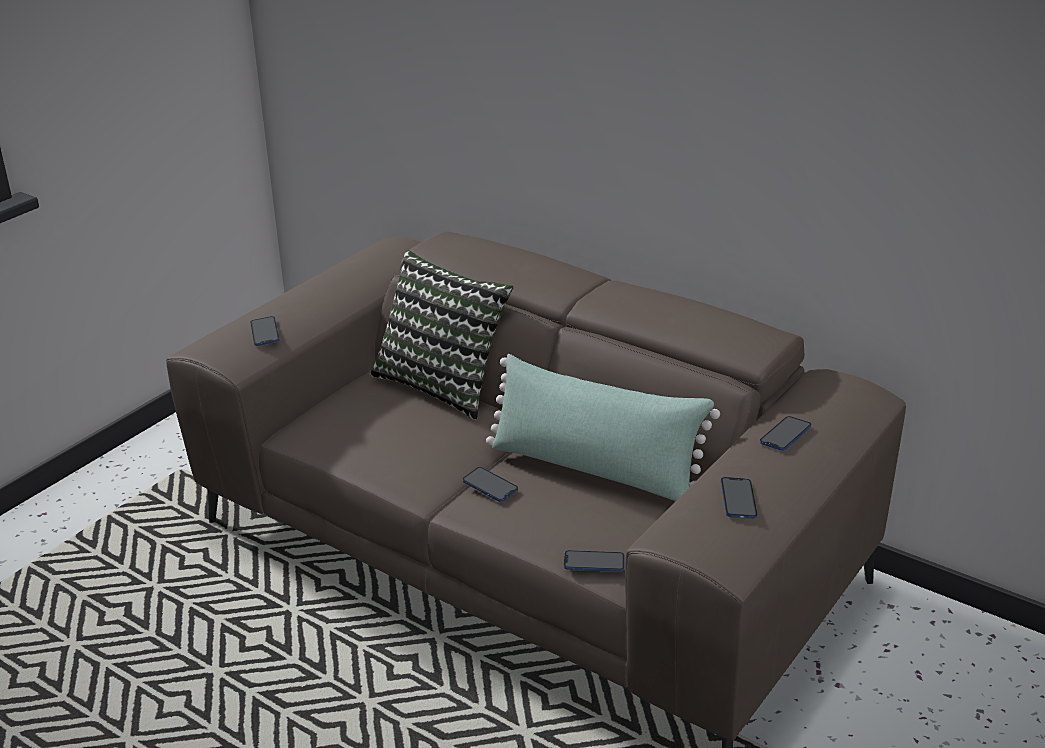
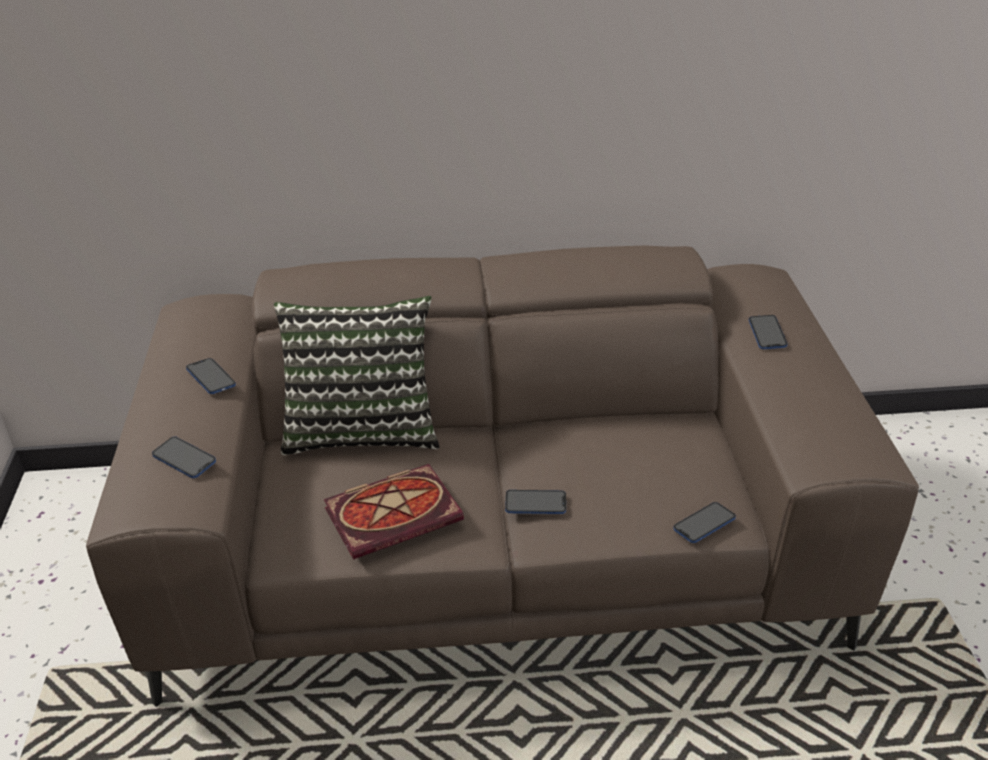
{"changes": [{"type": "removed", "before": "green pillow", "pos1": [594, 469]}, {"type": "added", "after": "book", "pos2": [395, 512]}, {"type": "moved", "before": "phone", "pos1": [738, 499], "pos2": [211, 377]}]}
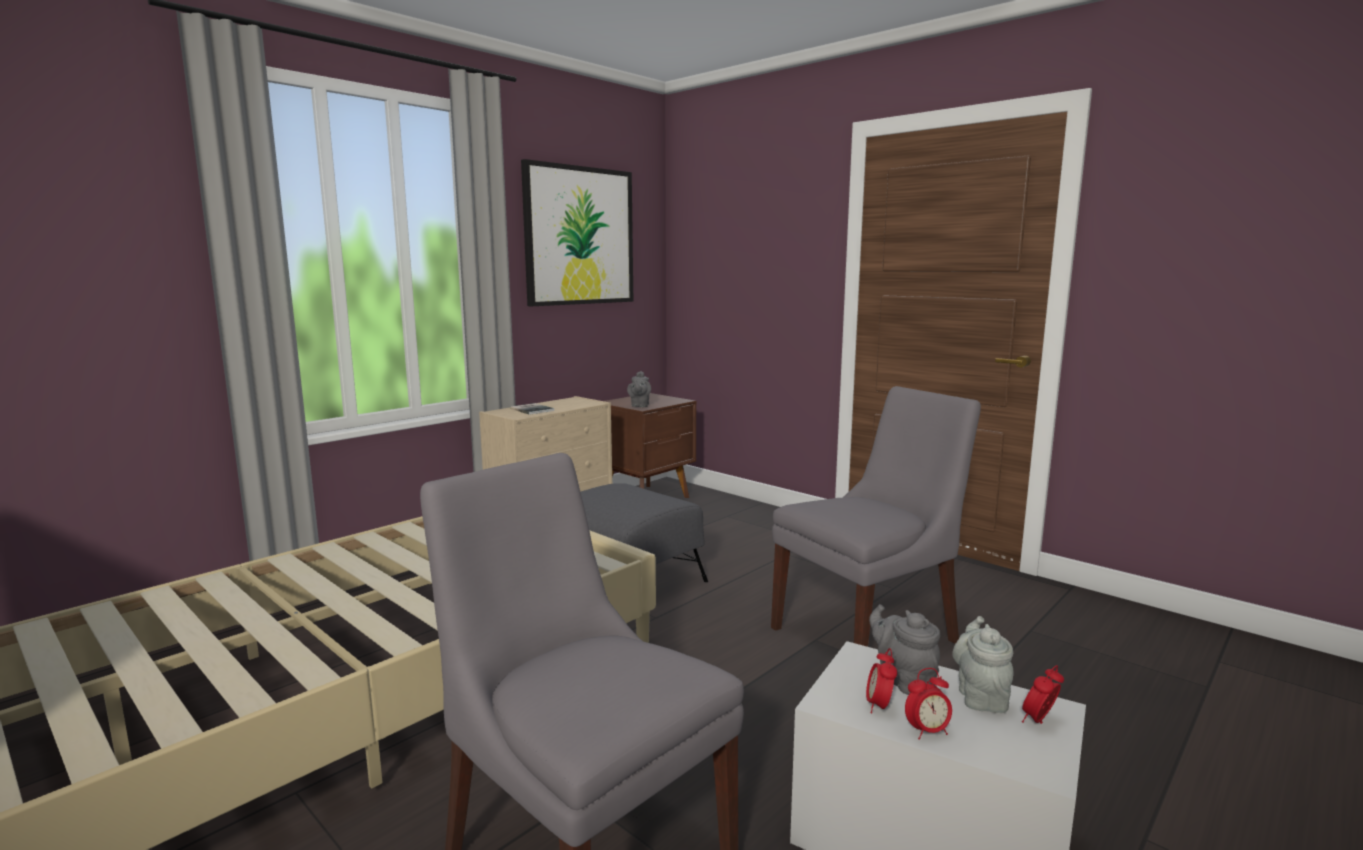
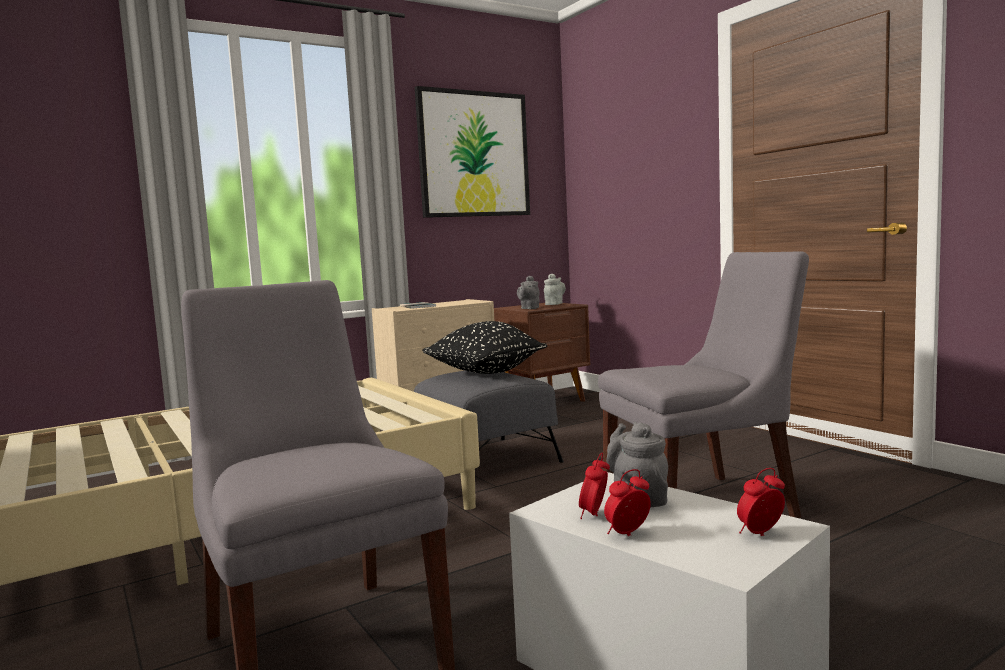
{"changes": [{"type": "added", "after": "black pillow", "pos2": [485, 373]}, {"type": "moved", "before": "grey teapot", "pos1": [981, 696], "pos2": [554, 304]}, {"type": "turned", "before": "alarm clock", "pos1": [927, 731], "pos2": [627, 534], "turn": 150}]}
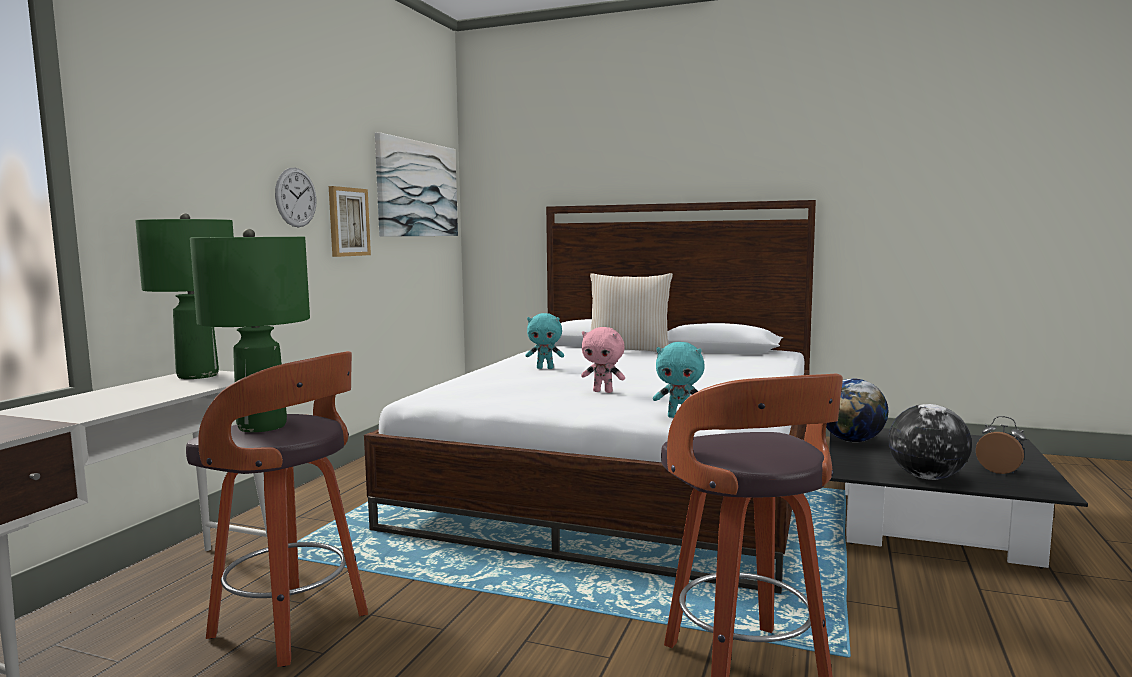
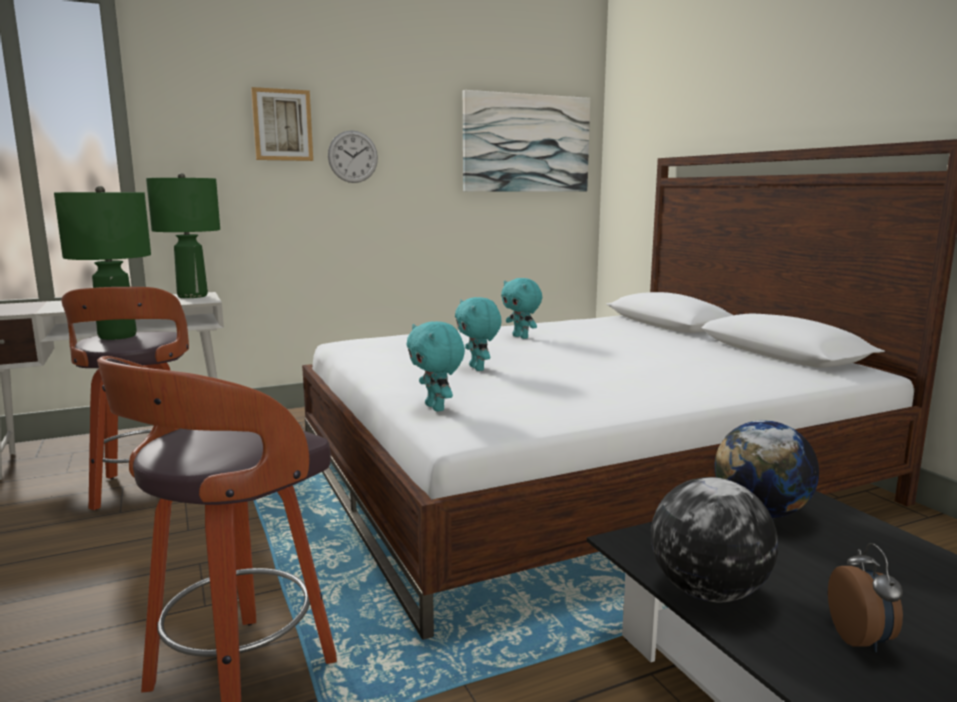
{"changes": [{"type": "removed", "before": "beige pillow", "pos1": [629, 350]}, {"type": "moved", "before": "picture", "pos1": [348, 222], "pos2": [282, 125]}, {"type": "recoloured", "before": "pink plush toy", "after": "turquoise plush toy", "pos1": [603, 391], "pos2": [478, 368]}]}
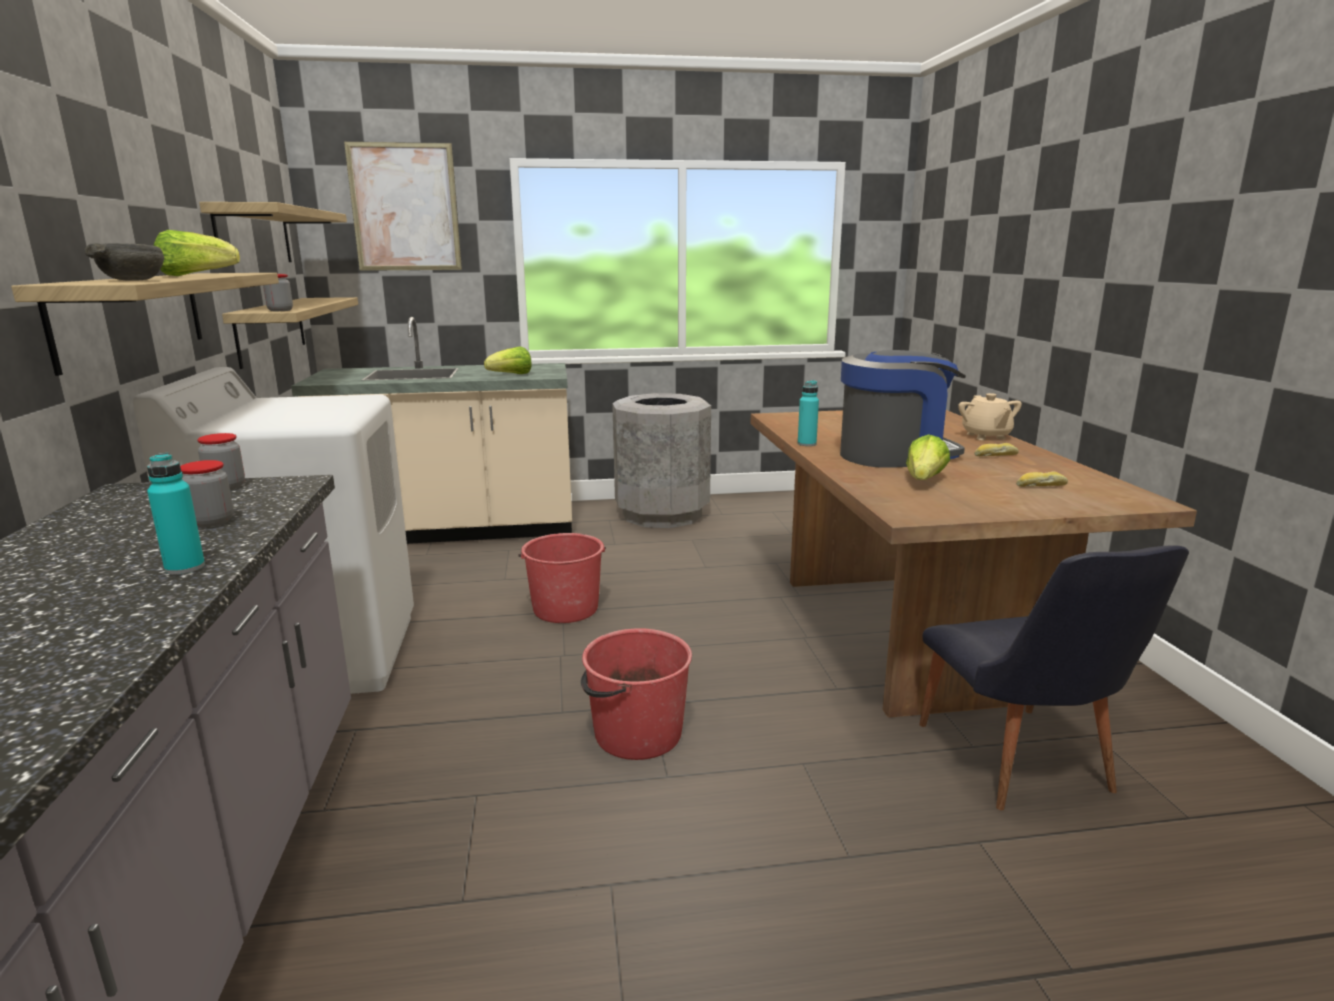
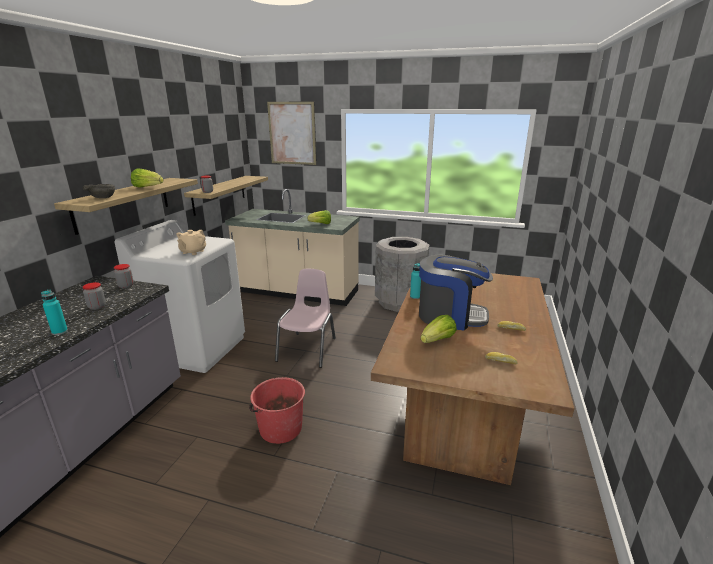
{"changes": [{"type": "removed", "before": "shelf", "pos1": [254, 236]}, {"type": "removed", "before": "black chair", "pos1": [1022, 768]}, {"type": "moved", "before": "beige teapot", "pos1": [986, 436], "pos2": [193, 252]}, {"type": "replaced", "before": "red bucket", "after": "pink chair", "pos1": [565, 609], "pos2": [308, 349]}]}
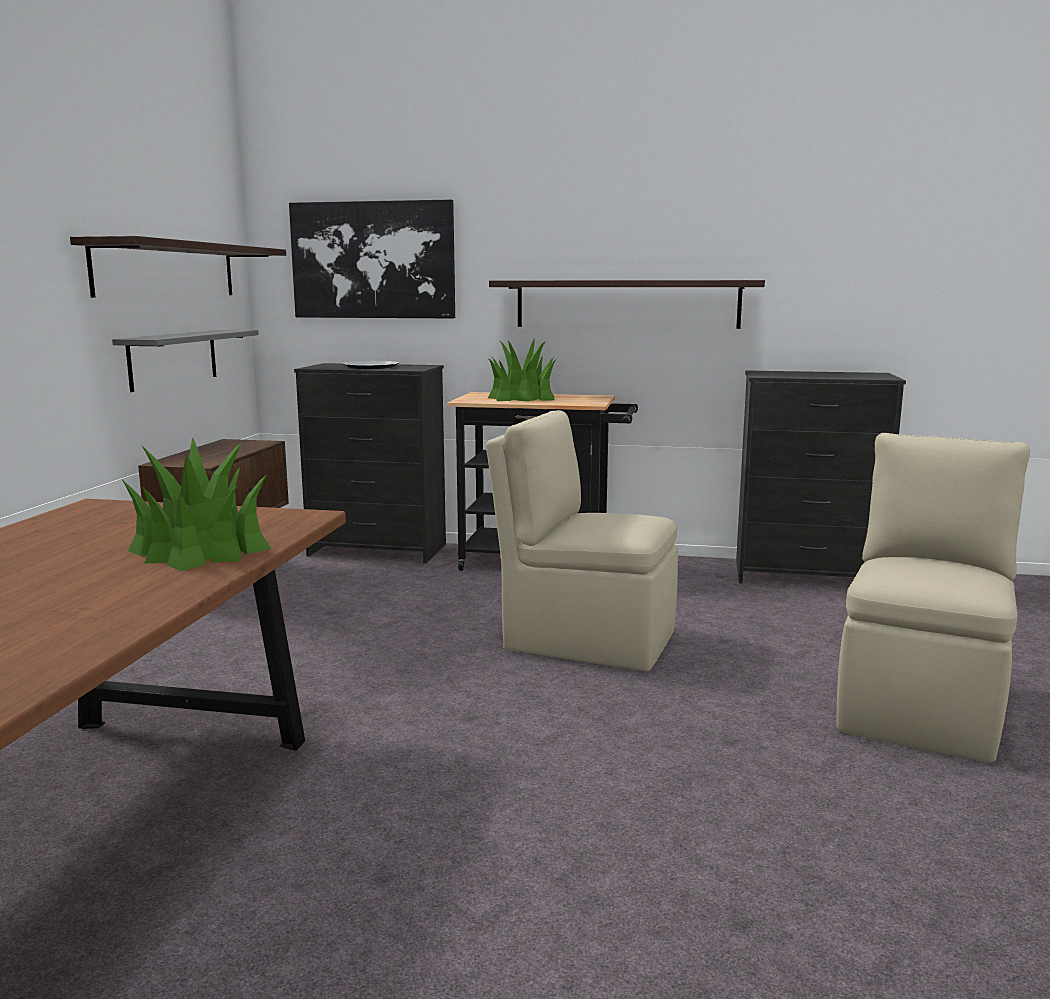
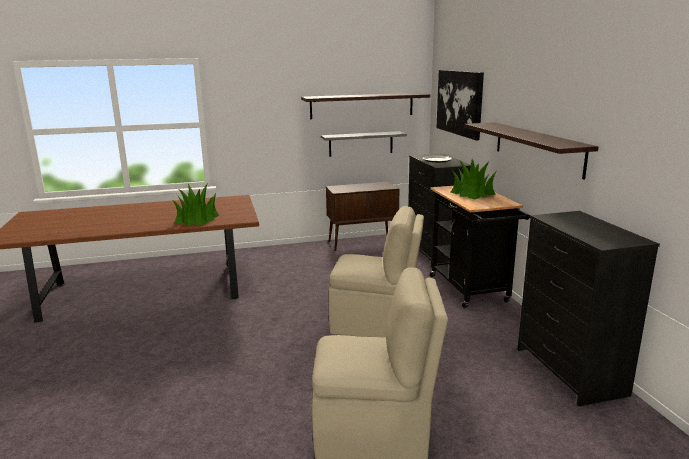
{"changes": [{"type": "turned", "before": "beige chair", "pos1": [586, 639], "pos2": [375, 323], "turn": 105}]}
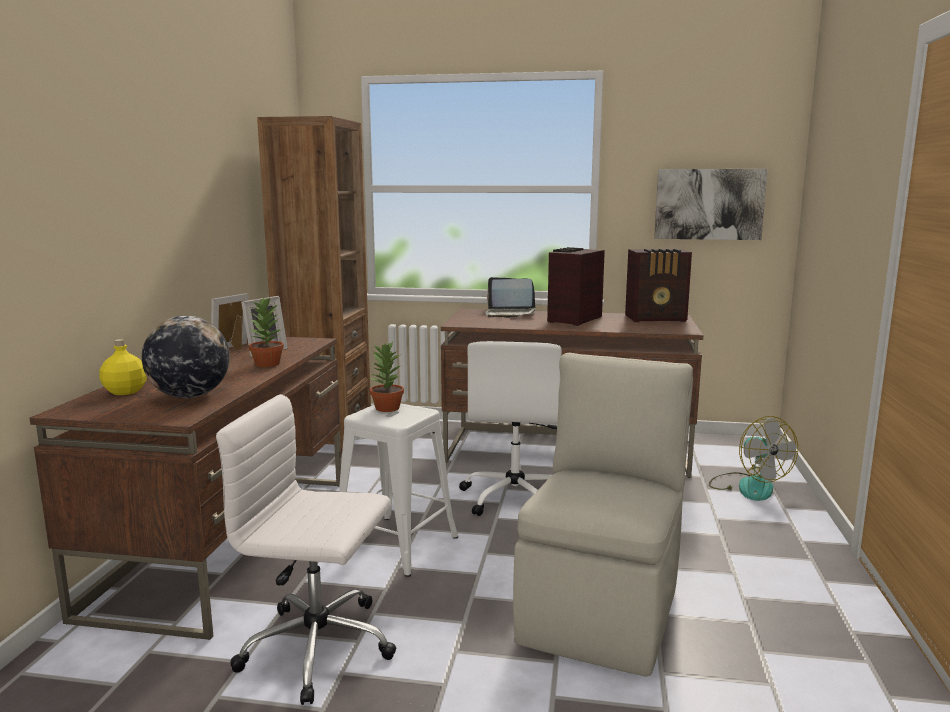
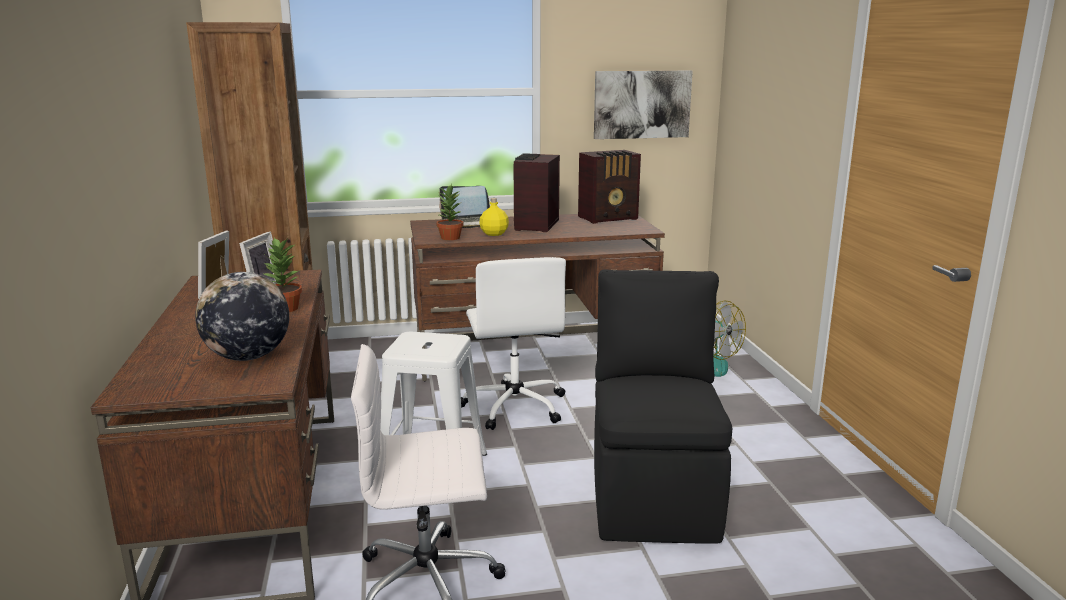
{"changes": [{"type": "moved", "before": "yellow bottle", "pos1": [125, 391], "pos2": [493, 234]}, {"type": "moved", "before": "potted plant", "pos1": [386, 408], "pos2": [450, 238]}, {"type": "recoloured", "before": "beige chair", "after": "black chair", "pos1": [602, 610], "pos2": [653, 496]}]}
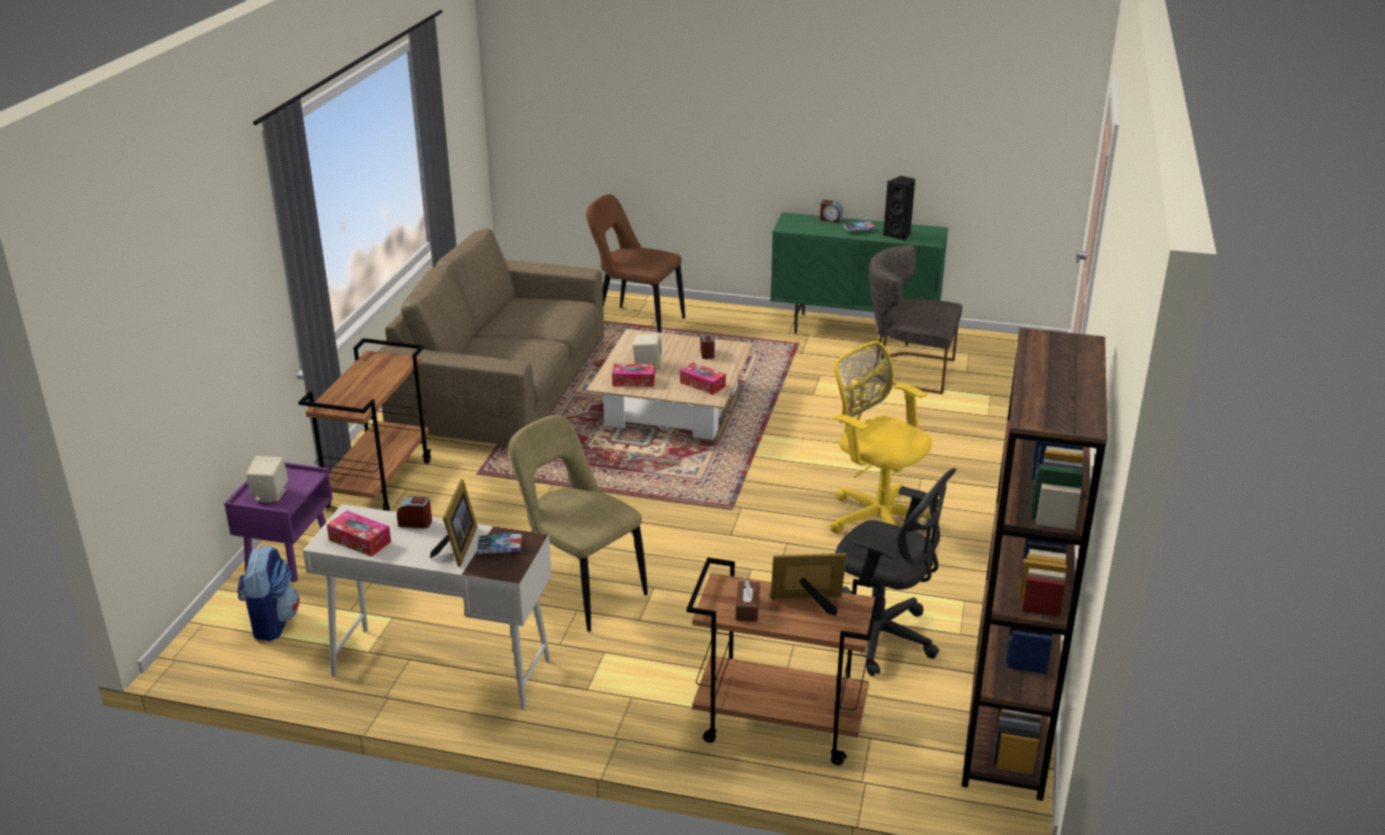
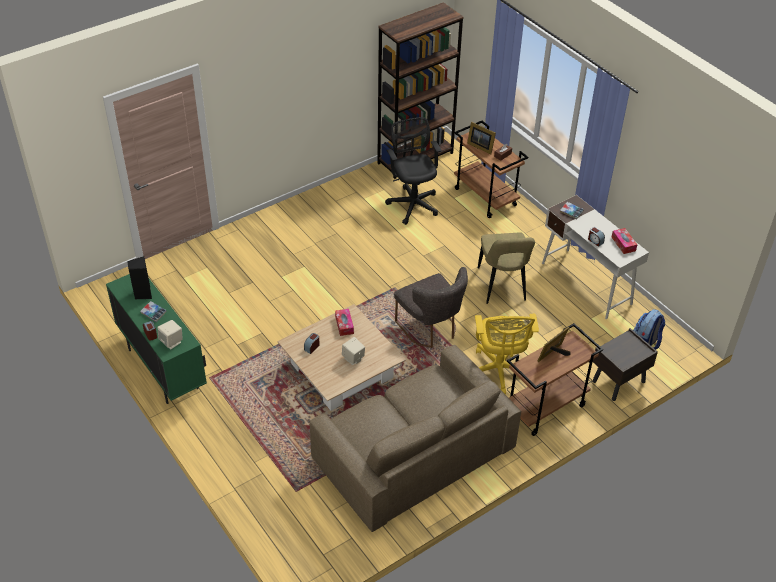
{"changes": [{"type": "removed", "before": "brown chair", "pos1": [636, 323]}, {"type": "removed", "before": "tissue box", "pos1": [633, 381]}, {"type": "moved", "before": "beige speaker", "pos1": [270, 495], "pos2": [172, 342]}, {"type": "moved", "before": "picture frame", "pos1": [458, 547], "pos2": [553, 354]}, {"type": "moved", "before": "yellow office chair", "pos1": [877, 518], "pos2": [499, 371]}, {"type": "moved", "before": "grey chair", "pos1": [908, 371], "pos2": [430, 329]}, {"type": "recoloured", "before": "purple nightstand", "after": "brown nightstand", "pos1": [289, 555], "pos2": [618, 382]}]}
